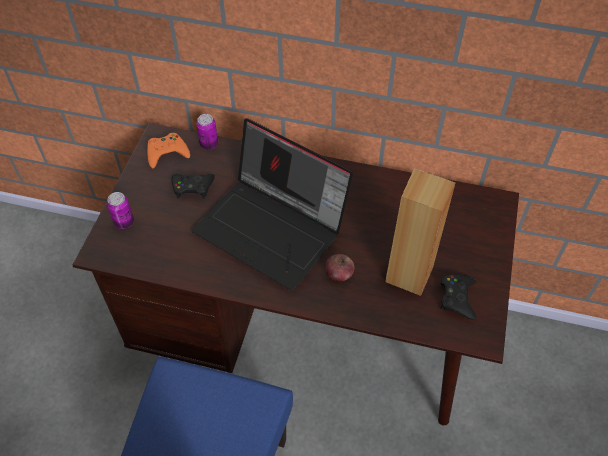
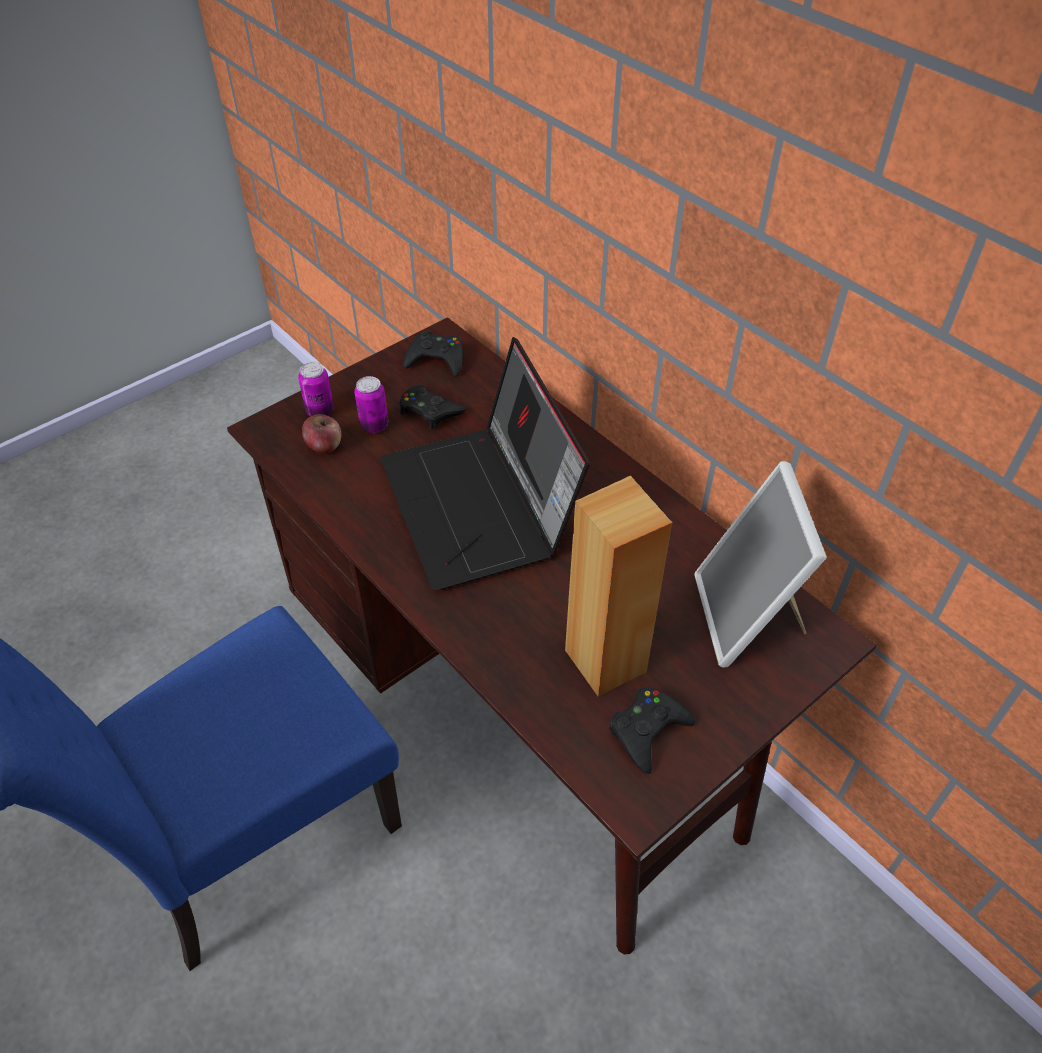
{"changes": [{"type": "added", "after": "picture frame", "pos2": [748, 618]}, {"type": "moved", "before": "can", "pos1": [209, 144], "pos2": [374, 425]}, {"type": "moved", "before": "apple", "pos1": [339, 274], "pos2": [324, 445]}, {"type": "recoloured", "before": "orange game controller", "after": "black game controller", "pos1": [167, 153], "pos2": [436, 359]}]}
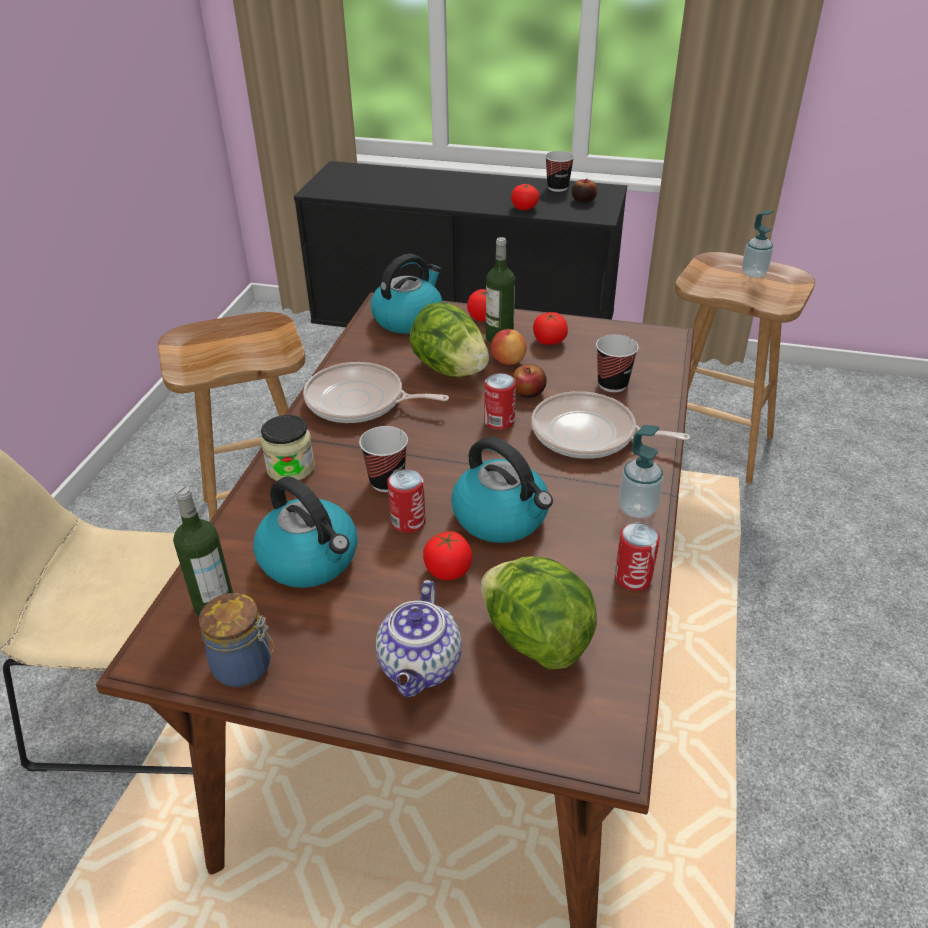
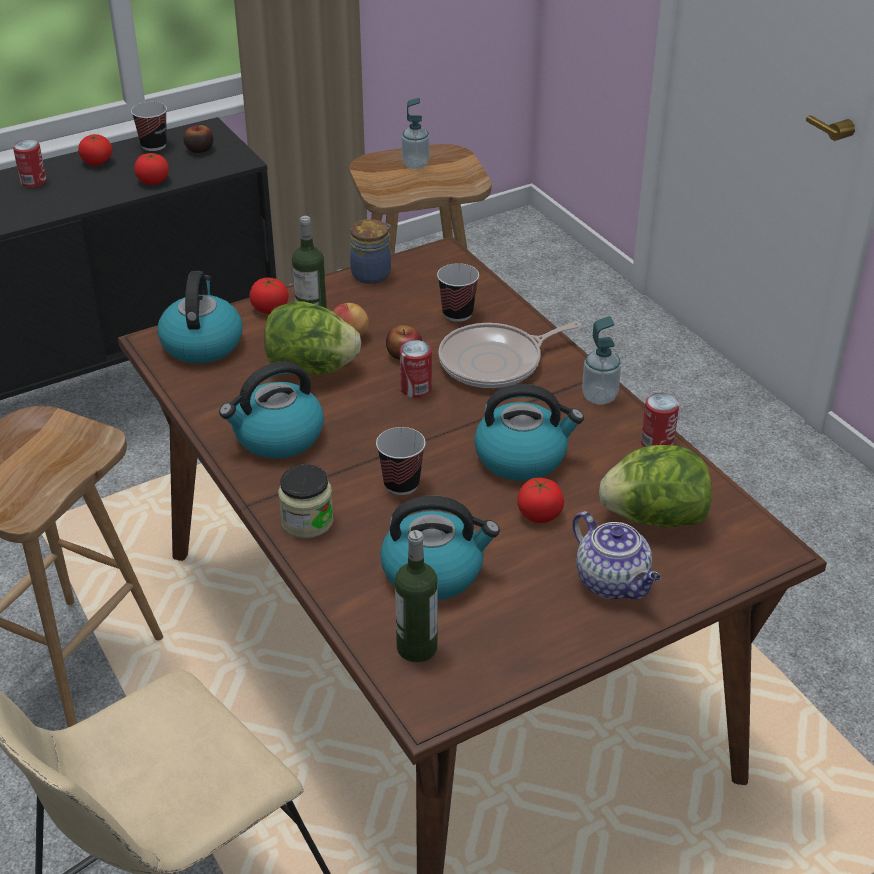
{"changes": [{"type": "moved", "before": "jar", "pos1": [245, 667], "pos2": [372, 274]}, {"type": "moved", "before": "can", "pos1": [408, 521], "pos2": [33, 181]}, {"type": "moved", "before": "tomato", "pos1": [549, 341], "pos2": [97, 162]}, {"type": "replaced", "before": "frying pan", "after": "kettle", "pos1": [360, 401], "pos2": [277, 437]}]}
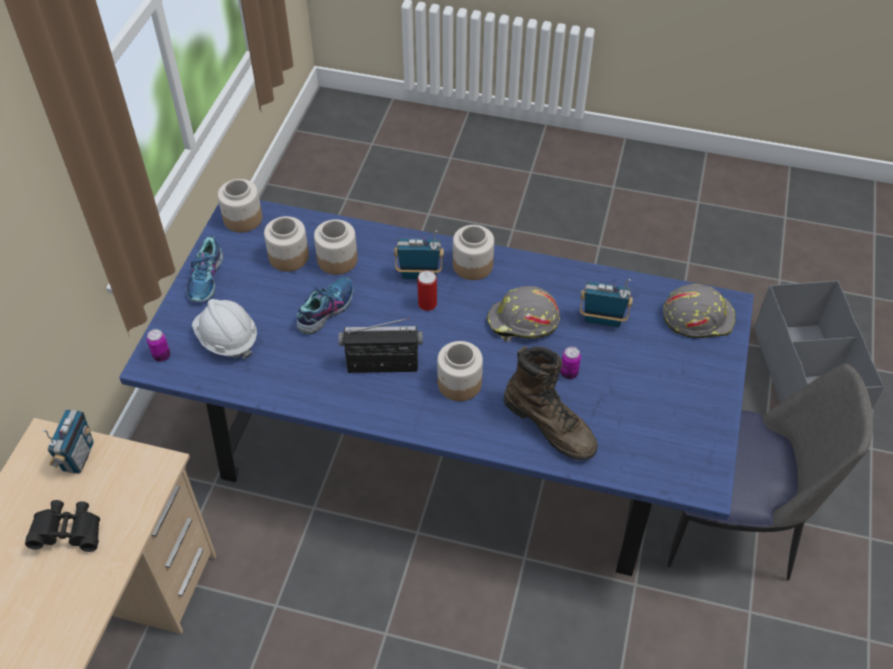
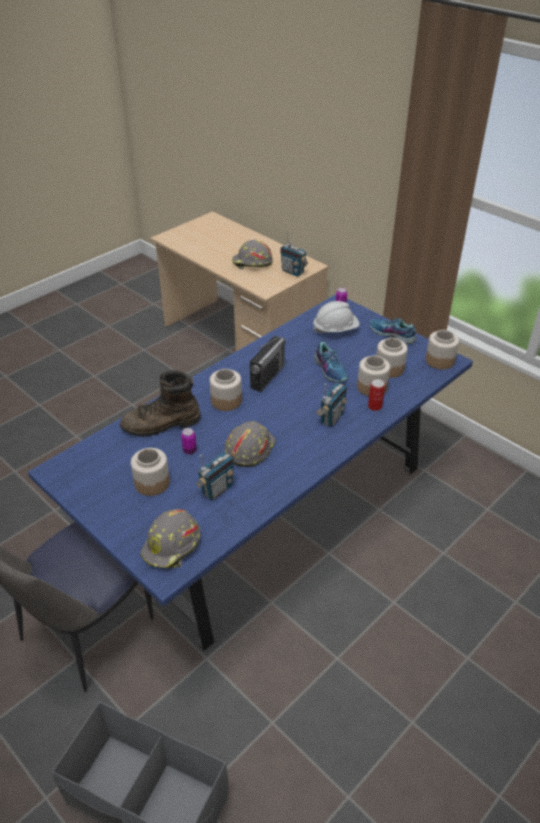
{"changes": [{"type": "moved", "before": "can", "pos1": [427, 304], "pos2": [375, 406]}, {"type": "moved", "before": "jar", "pos1": [472, 266], "pos2": [152, 483]}, {"type": "replaced", "before": "black binoculars", "after": "grey hard hat", "pos1": [69, 533], "pos2": [252, 263]}]}
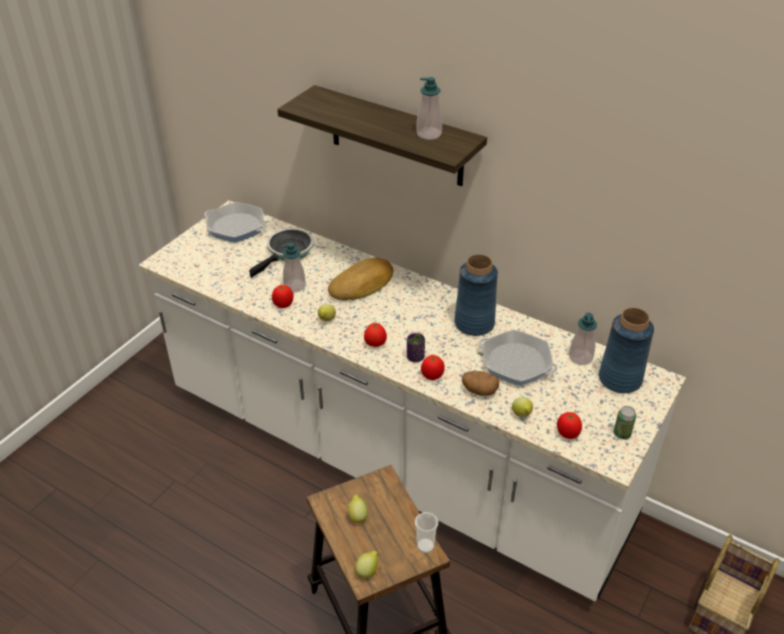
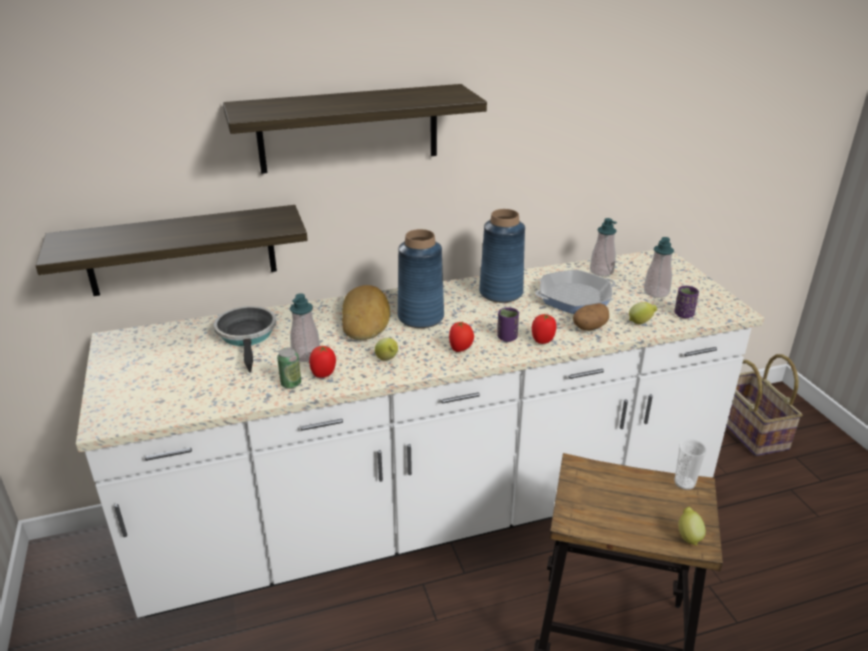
{"changes": [{"type": "removed", "before": "frying pan", "pos1": [236, 227]}, {"type": "removed", "before": "lemon", "pos1": [357, 516]}, {"type": "added", "after": "shelf", "pos2": [181, 250]}, {"type": "moved", "before": "soap dispenser", "pos1": [429, 134], "pos2": [656, 292]}, {"type": "moved", "before": "blue vase", "pos1": [620, 379], "pos2": [421, 317]}, {"type": "moved", "before": "can", "pos1": [622, 434], "pos2": [291, 384]}, {"type": "replaced", "before": "tomato", "after": "purple cup", "pos1": [567, 434], "pos2": [683, 314]}]}
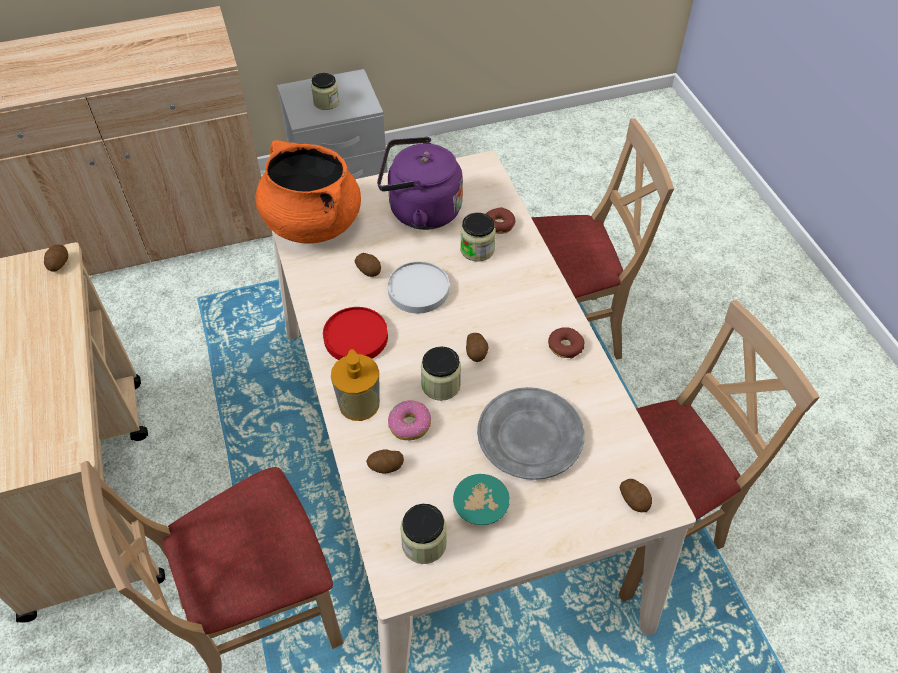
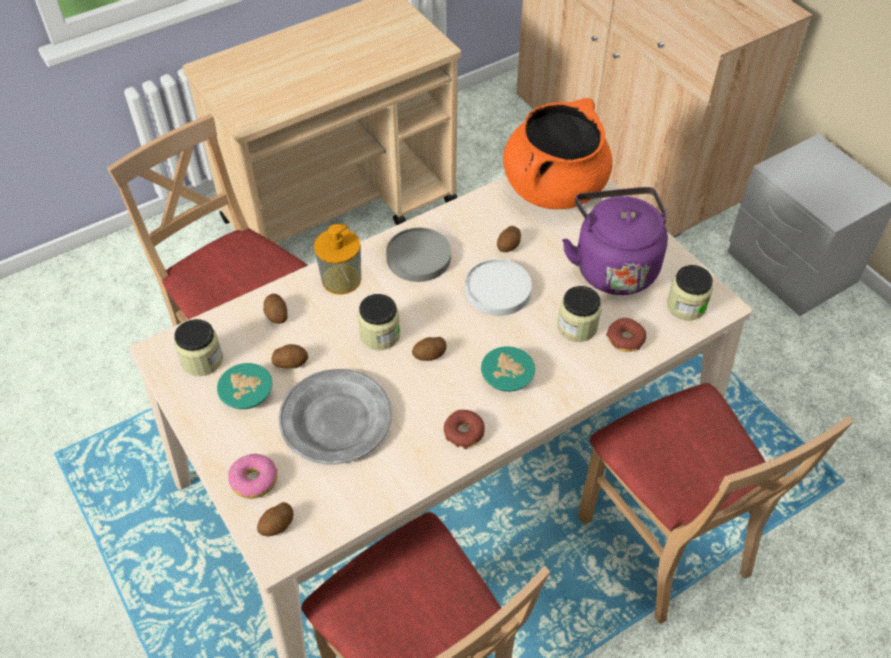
{"changes": [{"type": "added", "after": "turquoise bowl", "pos2": [506, 376]}, {"type": "moved", "before": "potato", "pos1": [58, 264], "pos2": [291, 362]}, {"type": "moved", "before": "jar", "pos1": [326, 102], "pos2": [686, 306]}, {"type": "moved", "before": "donut", "pos1": [409, 424], "pos2": [254, 480]}, {"type": "recoloured", "before": "red plate", "after": "grey plate", "pos1": [356, 337], "pos2": [419, 257]}]}
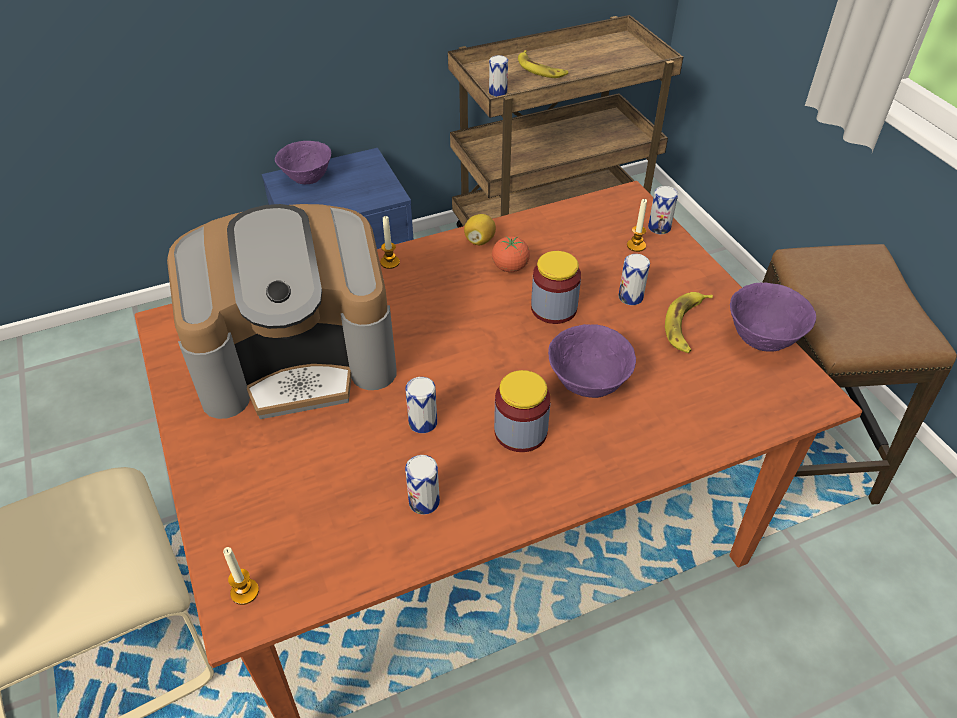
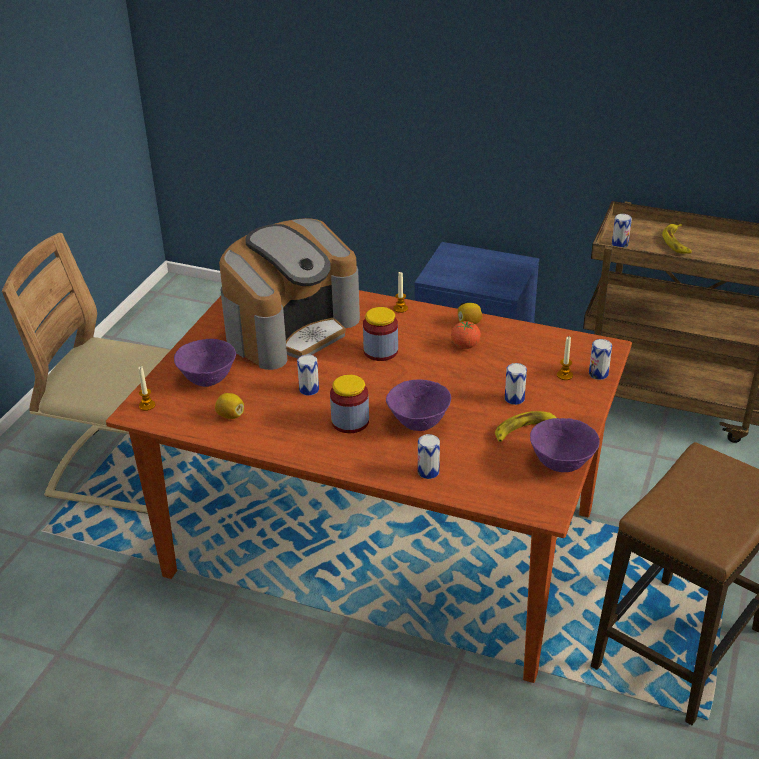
{"changes": [{"type": "added", "after": "lemon", "pos2": [230, 415]}, {"type": "moved", "before": "purple bowl", "pos1": [307, 179], "pos2": [207, 379]}, {"type": "moved", "before": "can", "pos1": [424, 501], "pos2": [428, 472]}, {"type": "moved", "before": "jar", "pos1": [554, 308], "pos2": [380, 351]}, {"type": "turned", "before": "coffee machine", "pos1": [298, 357], "pos2": [291, 328], "turn": -75}]}
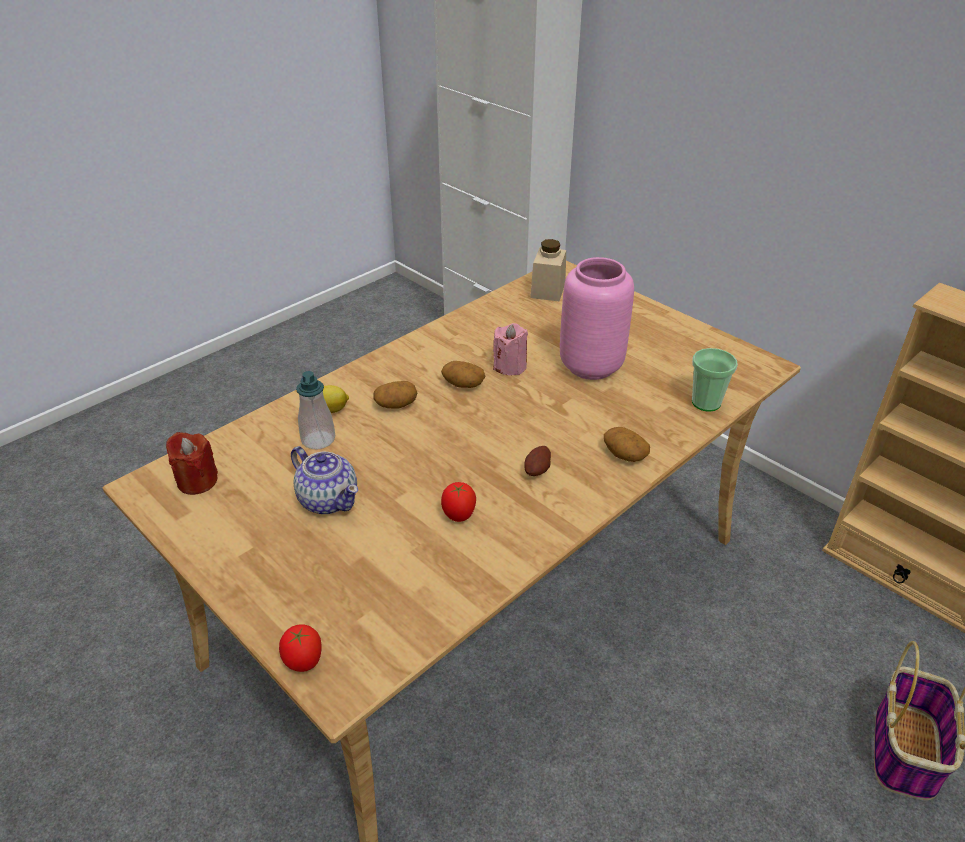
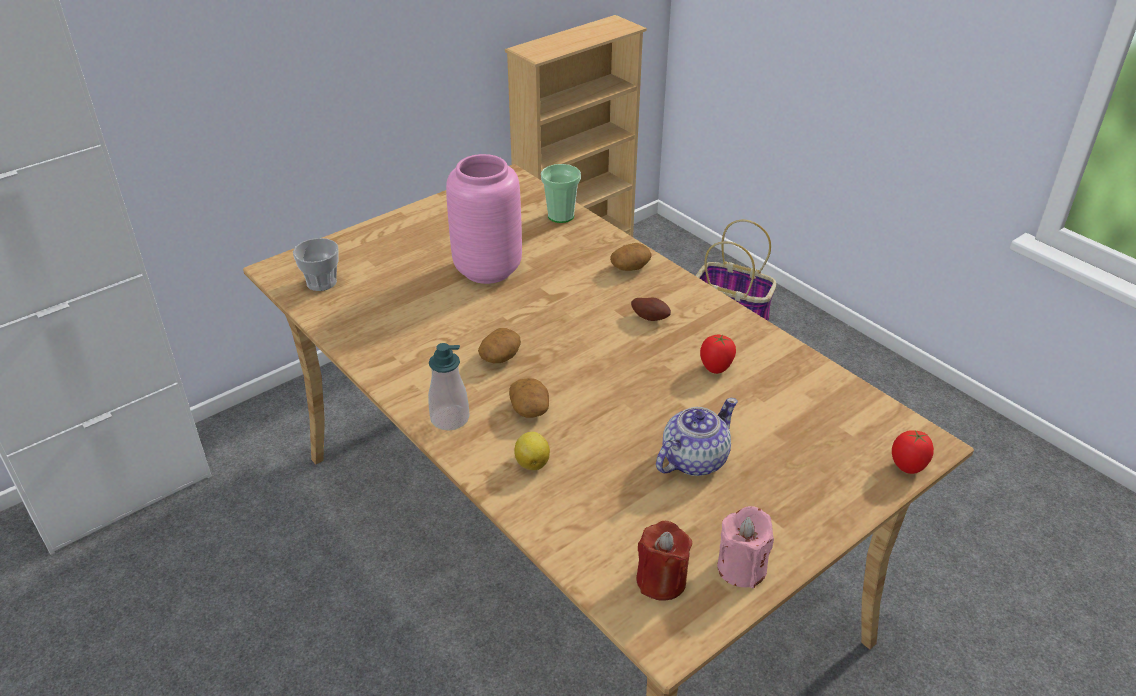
{"changes": [{"type": "moved", "before": "soap dispenser", "pos1": [318, 439], "pos2": [450, 418]}, {"type": "moved", "before": "pink candle", "pos1": [510, 366], "pos2": [741, 568]}, {"type": "replaced", "before": "beige jar", "after": "cup", "pos1": [548, 290], "pos2": [321, 282]}]}
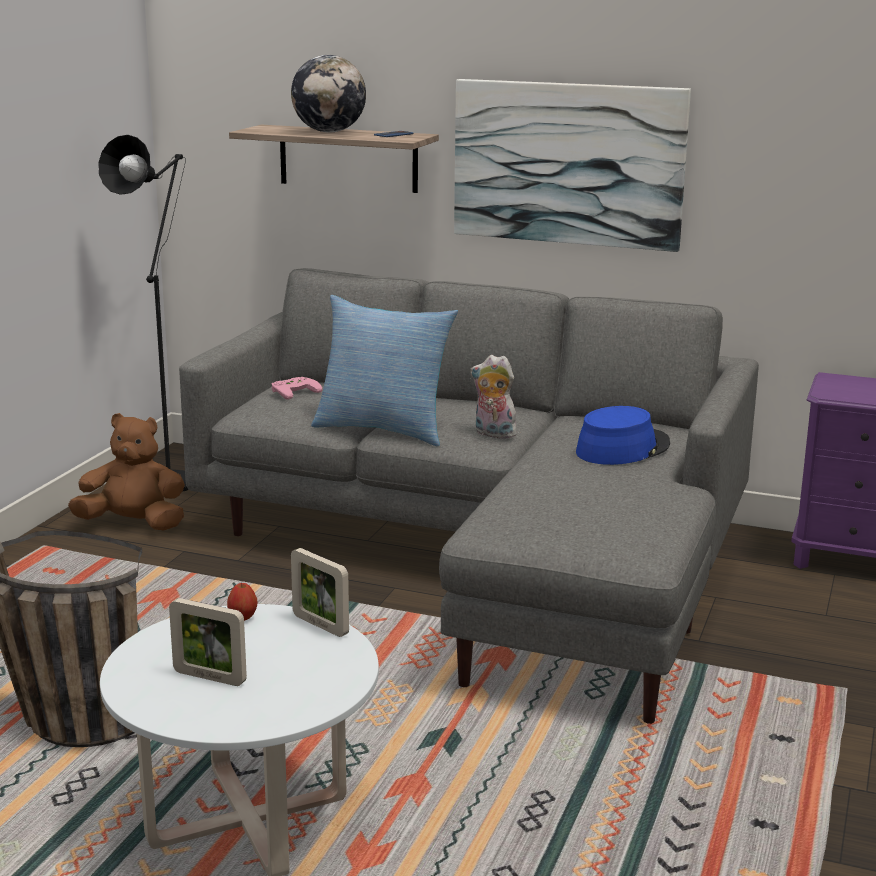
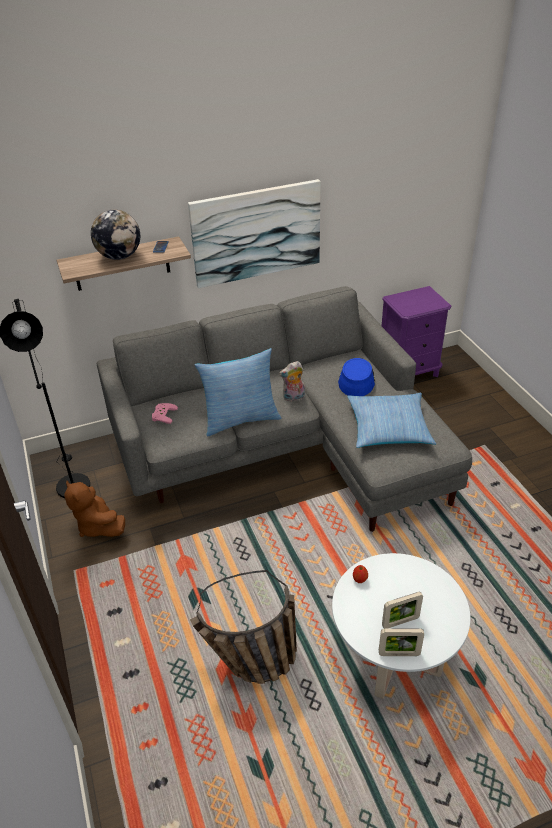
{"changes": [{"type": "added", "after": "pillow", "pos2": [389, 427]}, {"type": "moved", "before": "picture frame", "pos1": [320, 625], "pos2": [399, 654]}, {"type": "turned", "before": "brown plush toy", "pos1": [133, 524], "pos2": [98, 526], "turn": -90}]}
